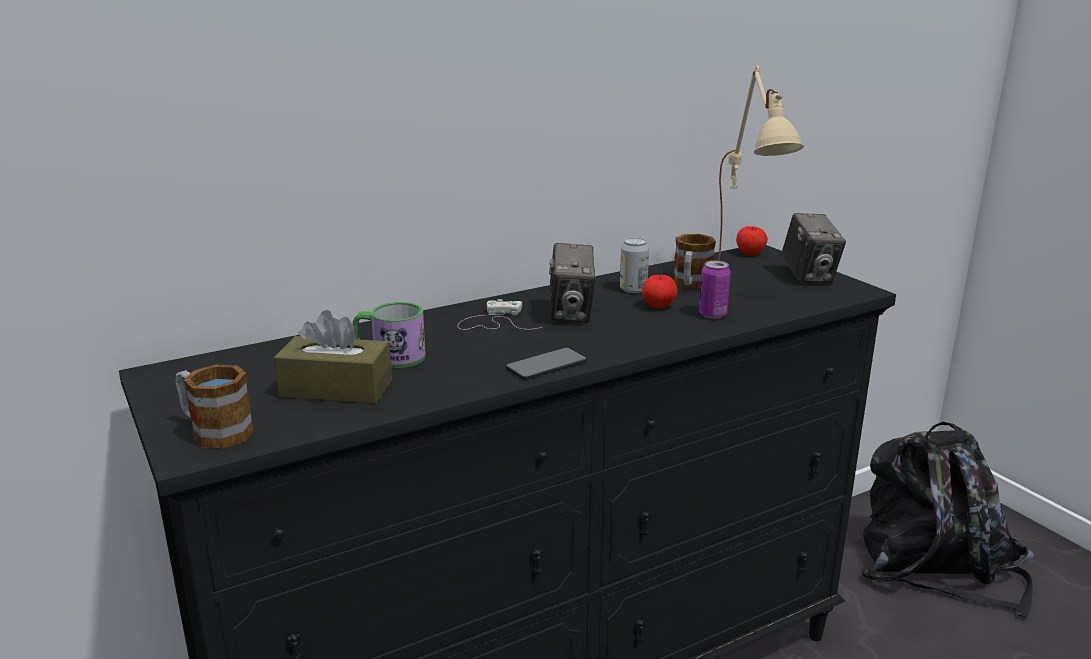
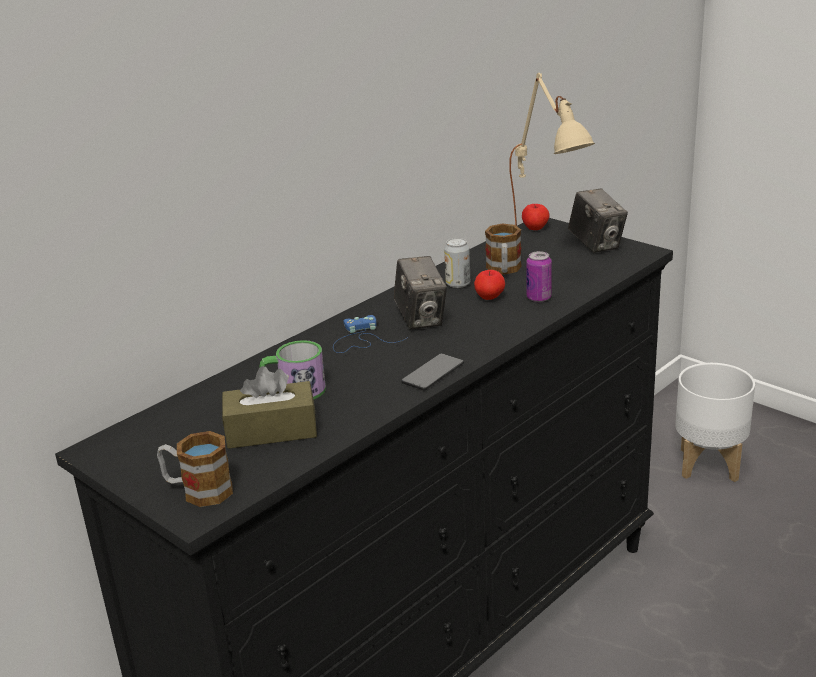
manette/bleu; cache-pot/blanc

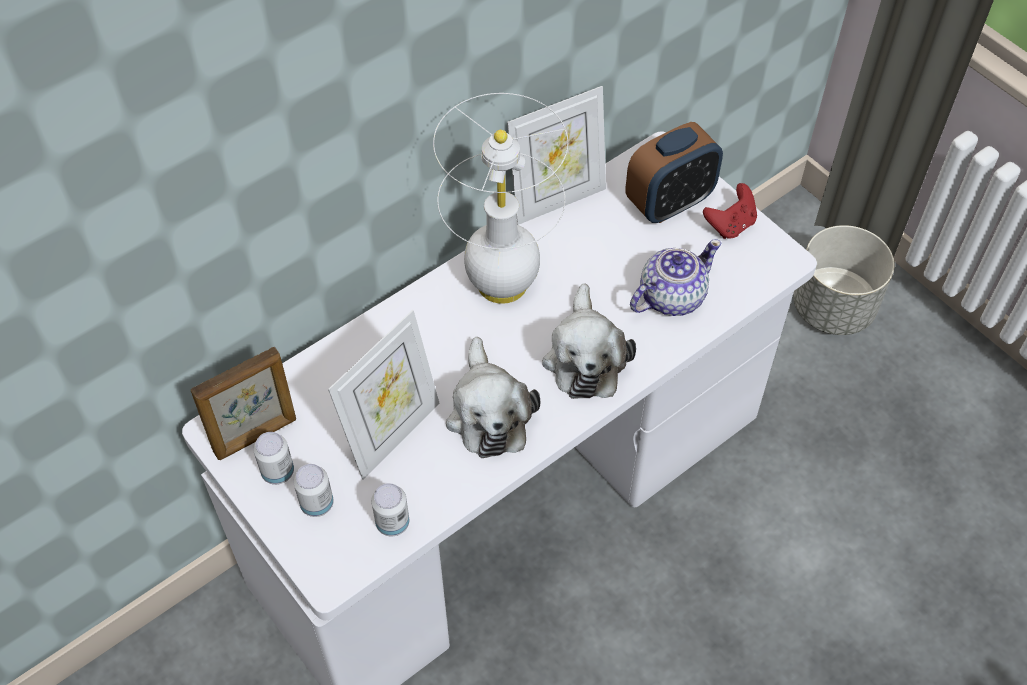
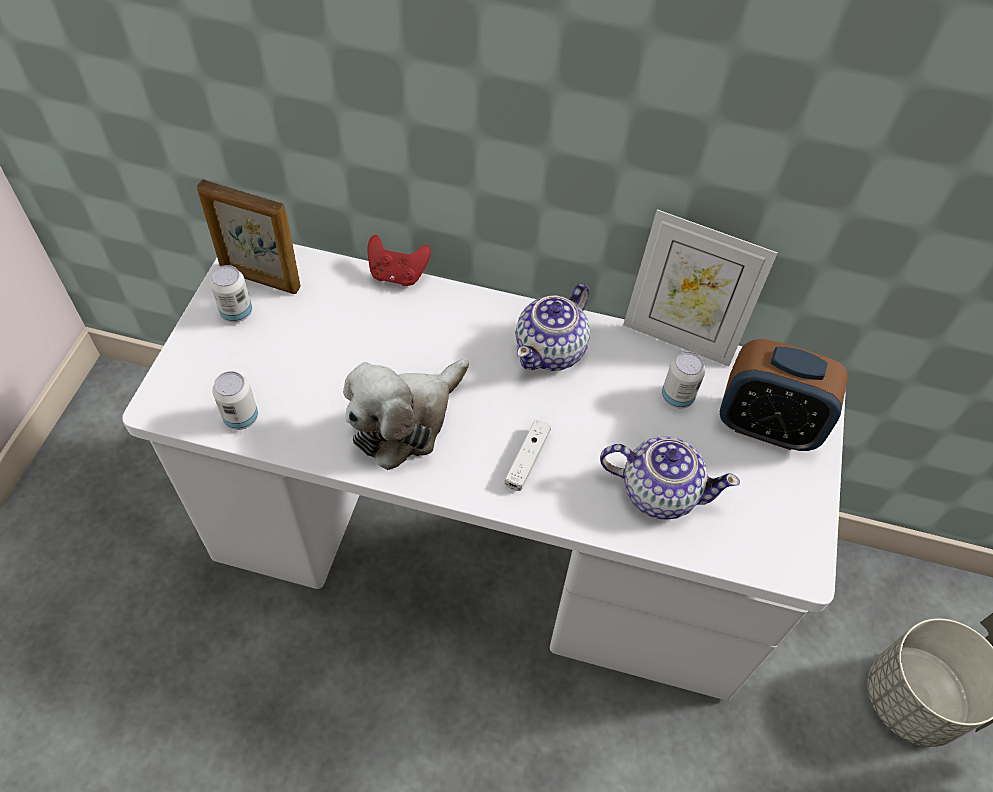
théière (1st from left); manette/rouge; manette/blanc; cadre photo (2nd from left in the first image); boîte métallique (3rd from left)

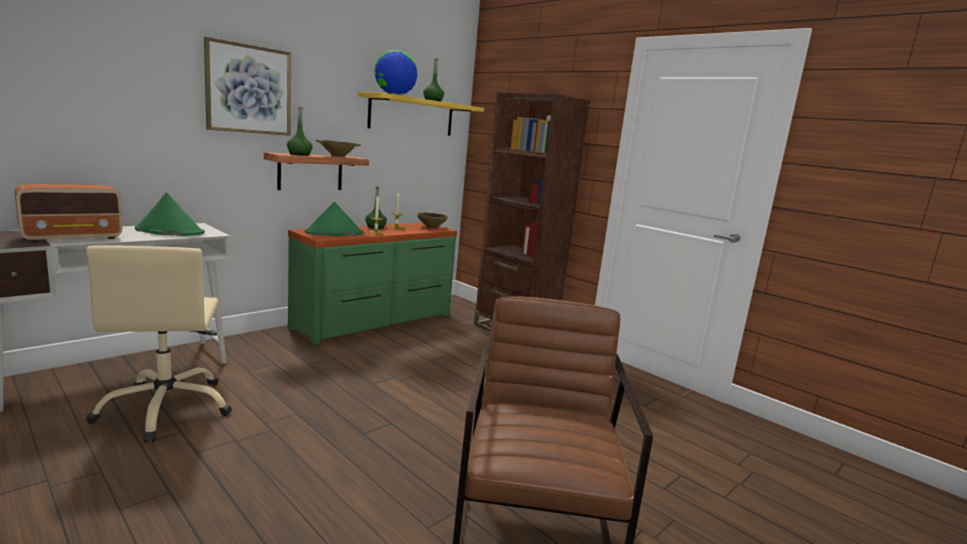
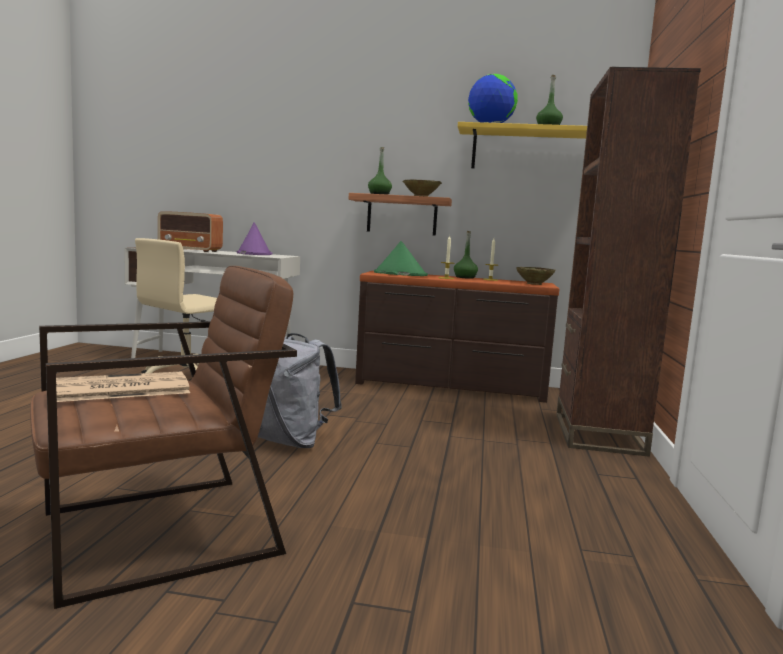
tableau; chapeau/violet; commode/marron; sac à dos/gris; journal

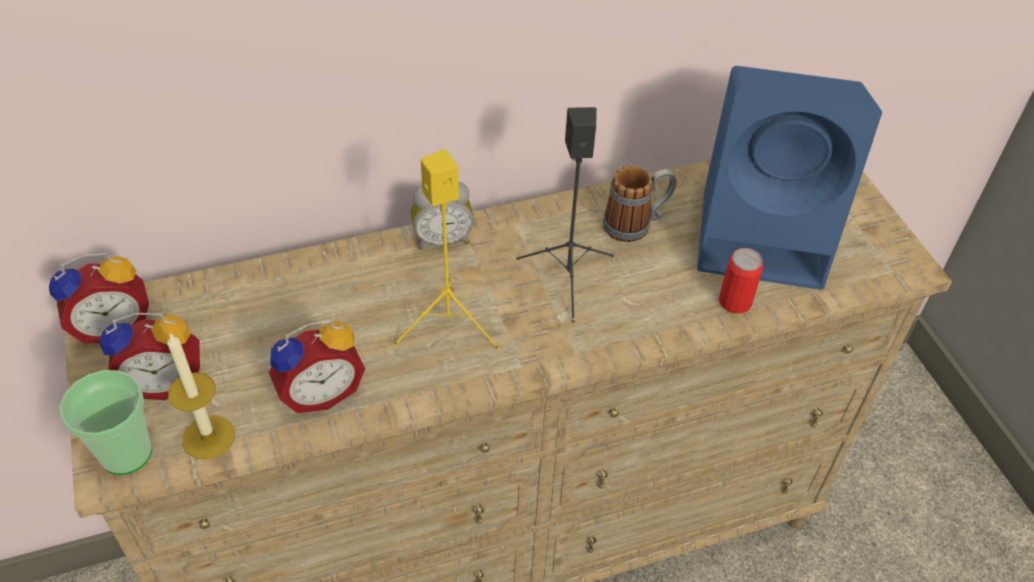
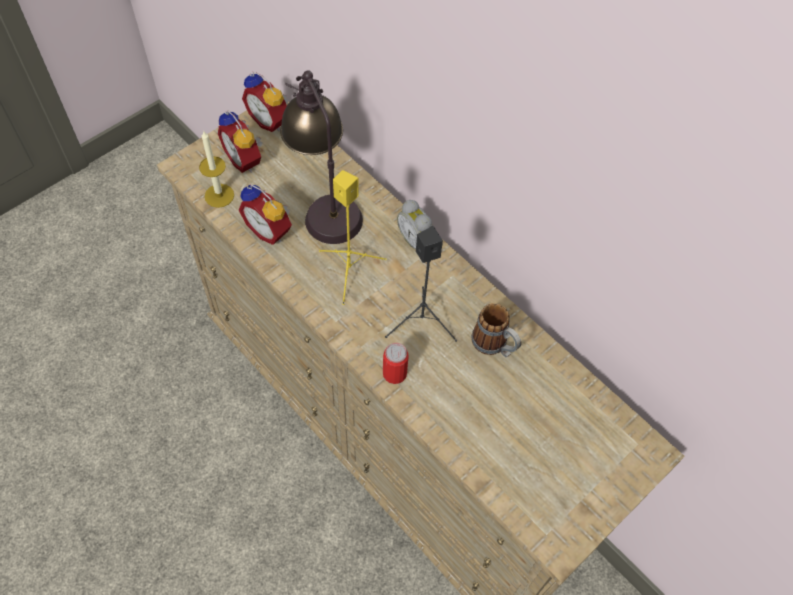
enceinte/bleu; boîte métallique; tasse; lampe de table

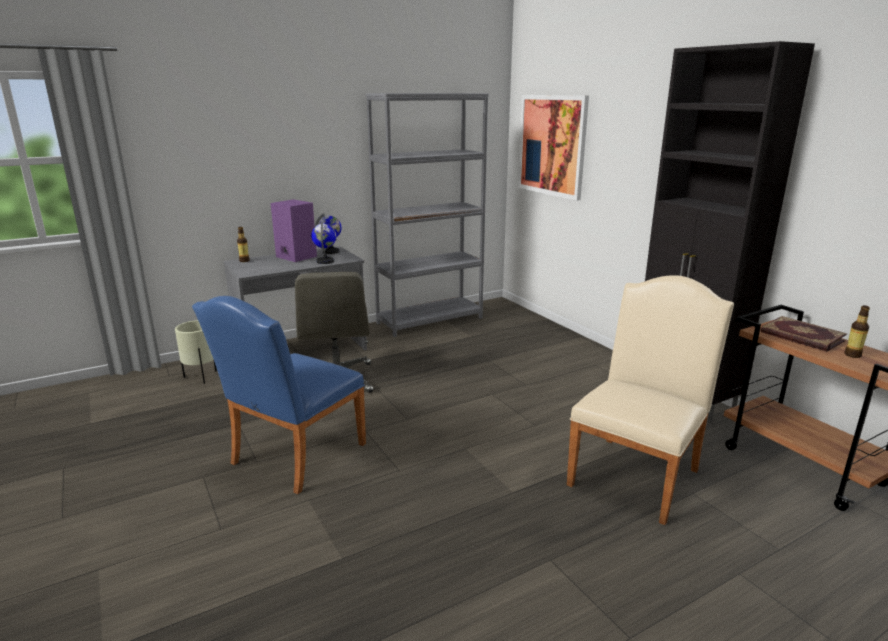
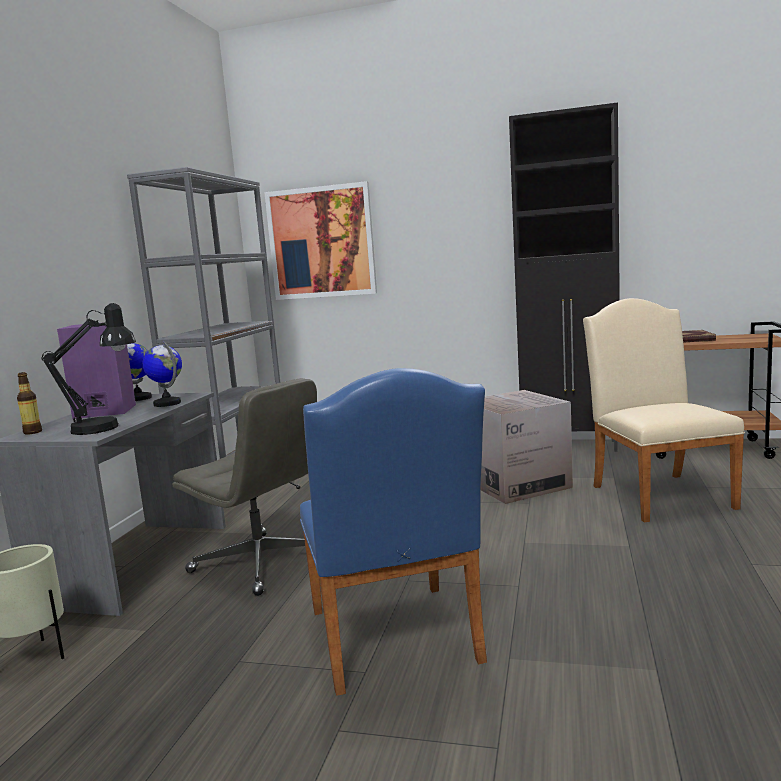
bouteille (2nd from left in the first image); lampe de table/noir; carton

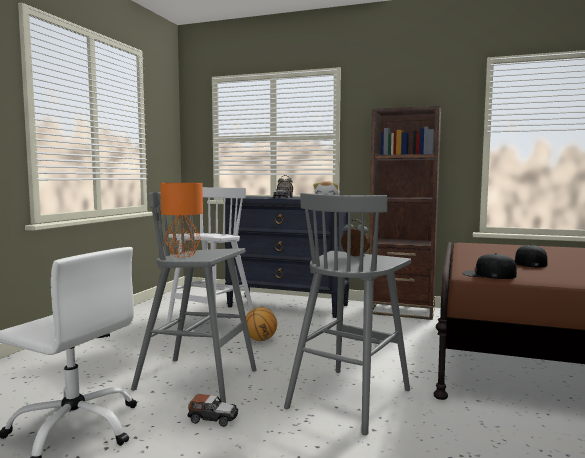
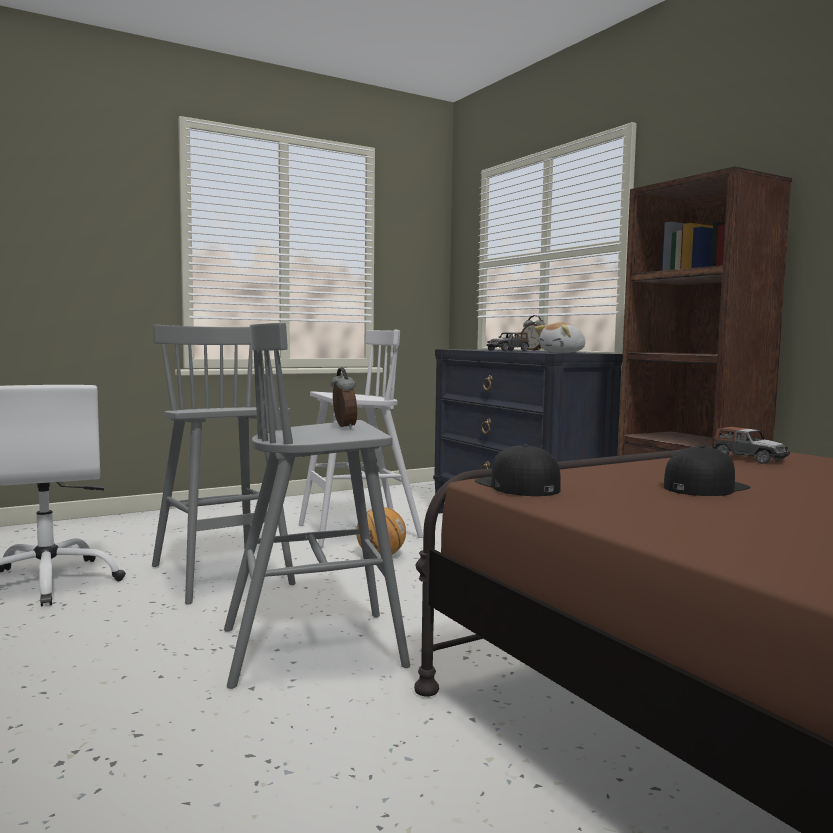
lampe de table/orange; petite voiture (2nd from left)

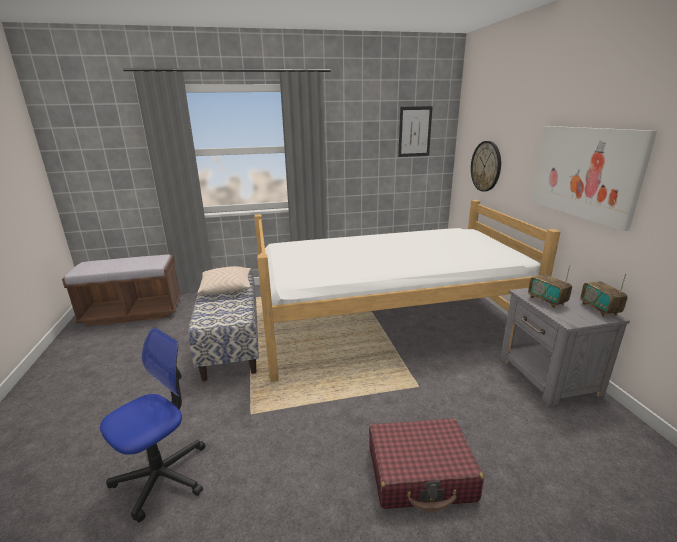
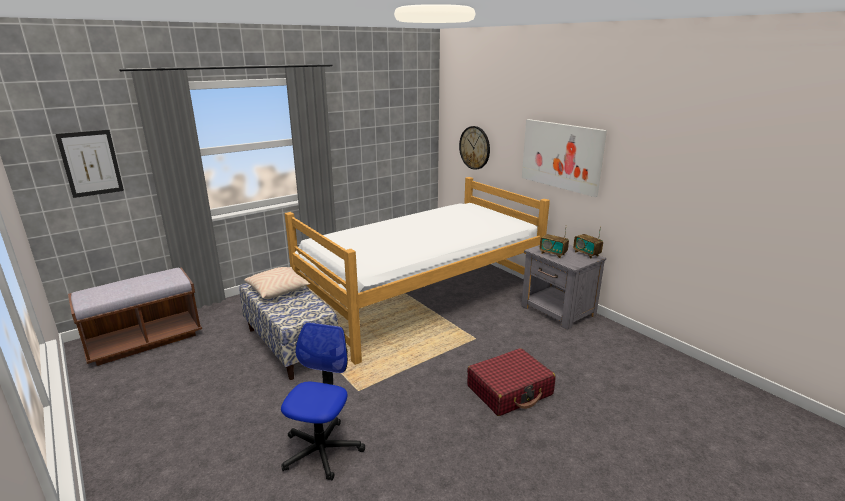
tableau (1st from left)

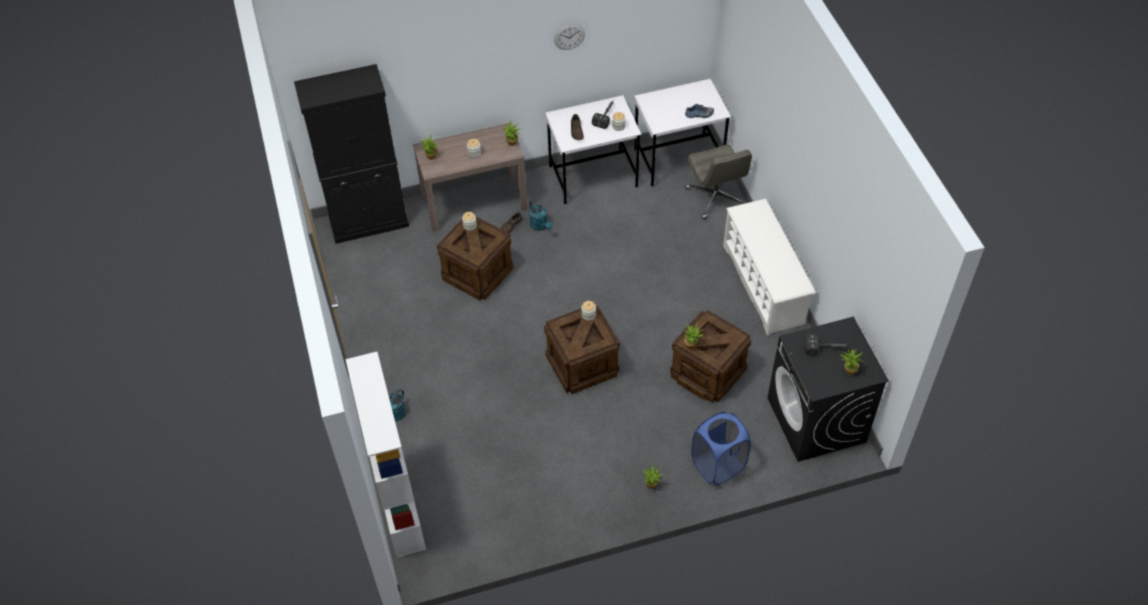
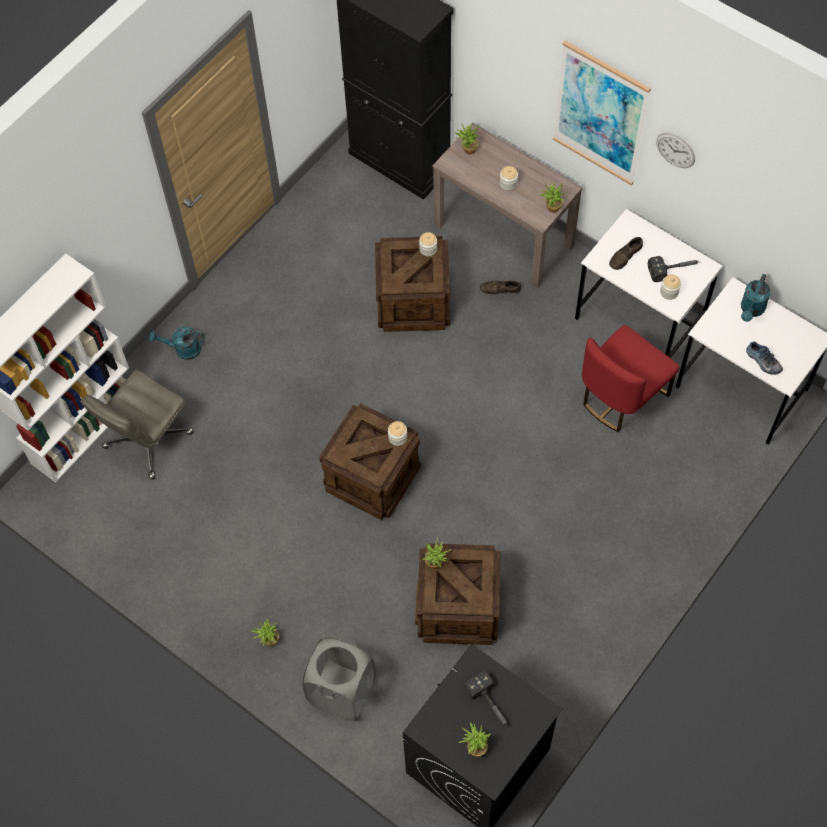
chaise de bureau/gris; étagère à chaussures/blanc; arrosoir/turquoise (2nd from left); panier à linge/gris; tableau; chaise/rouge

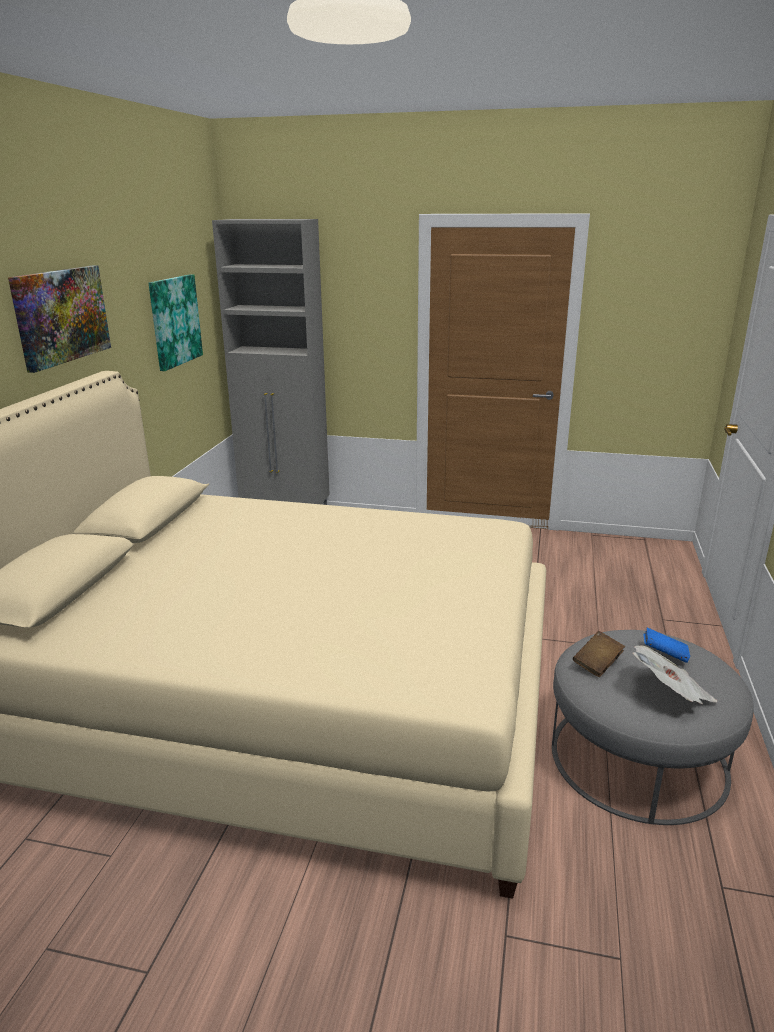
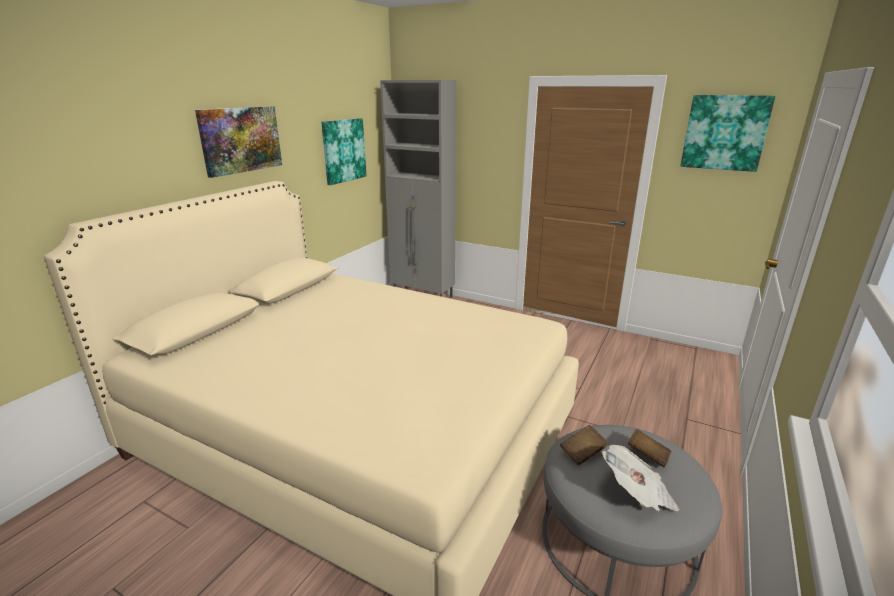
livre/marron (2nd from left); tableau (3rd from left)

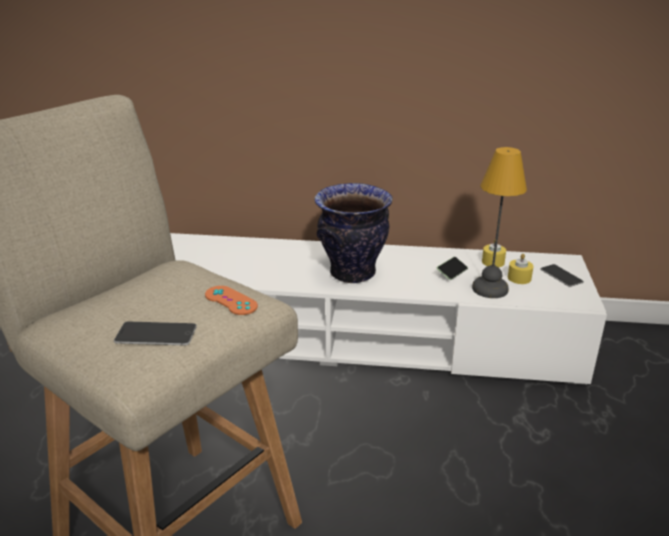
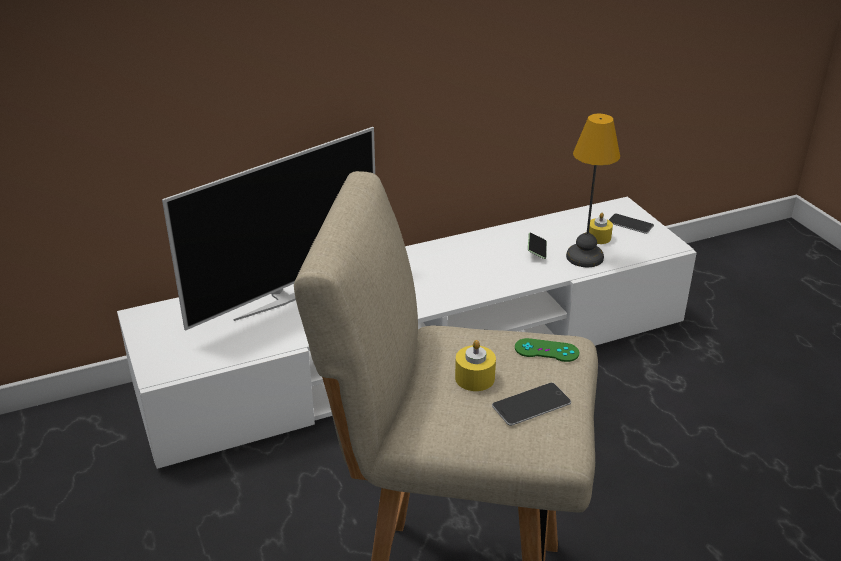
vase; bougie/jaune (1st from left); manette/vert; téléviseur

